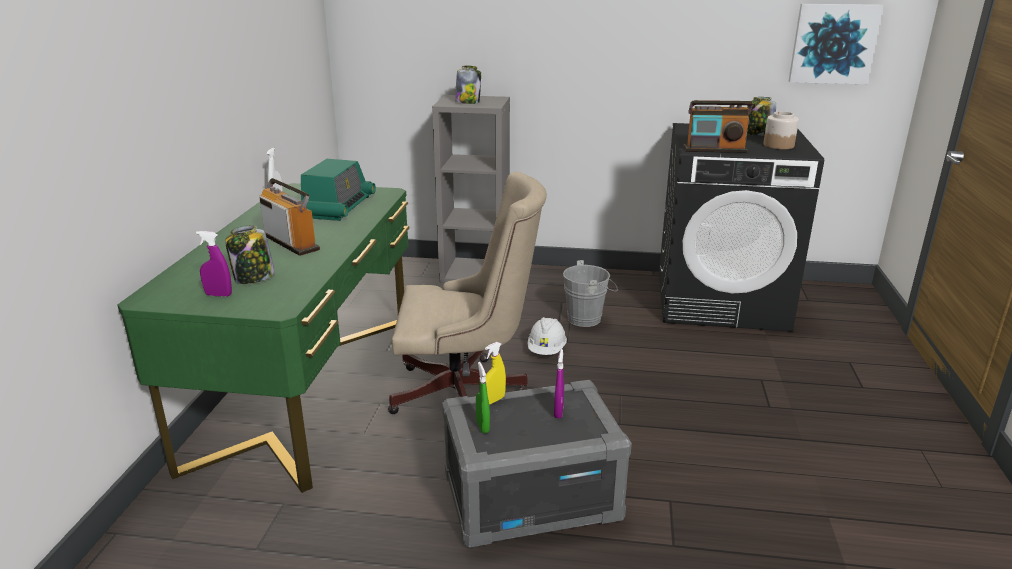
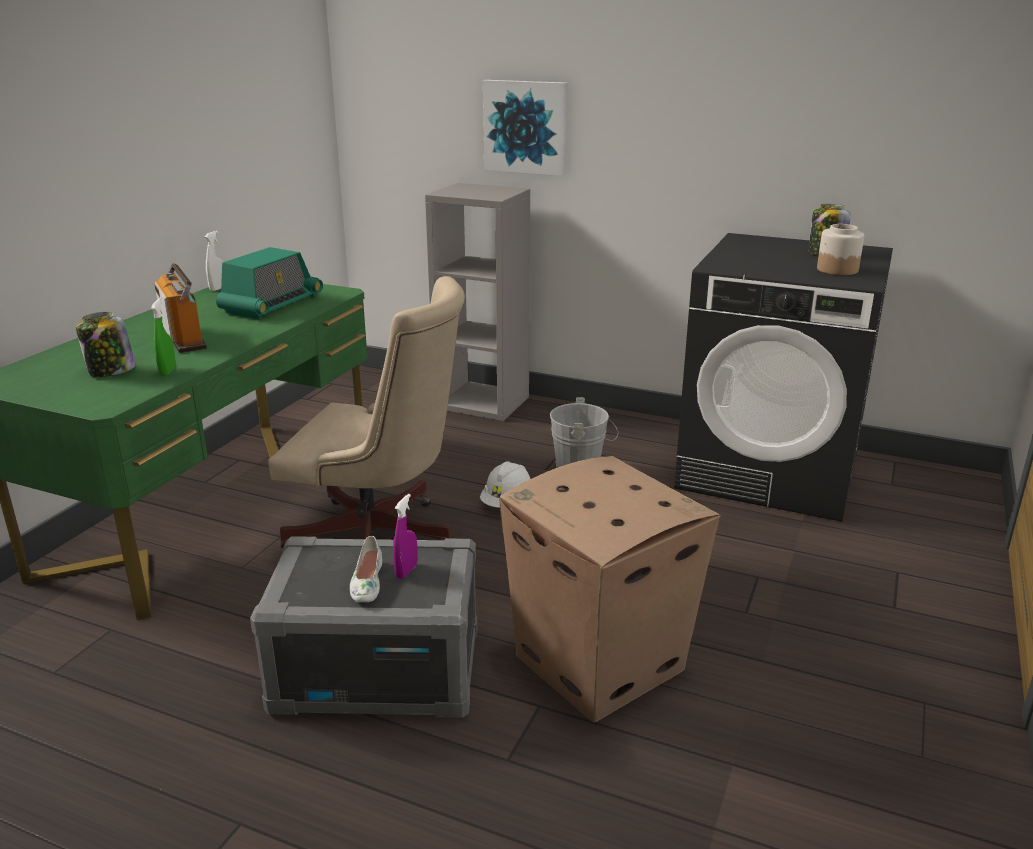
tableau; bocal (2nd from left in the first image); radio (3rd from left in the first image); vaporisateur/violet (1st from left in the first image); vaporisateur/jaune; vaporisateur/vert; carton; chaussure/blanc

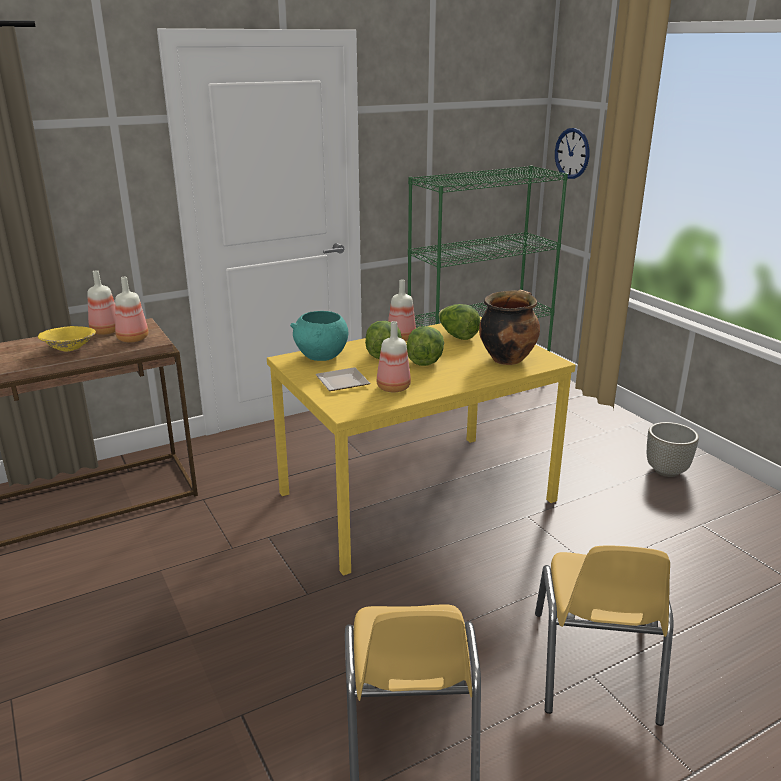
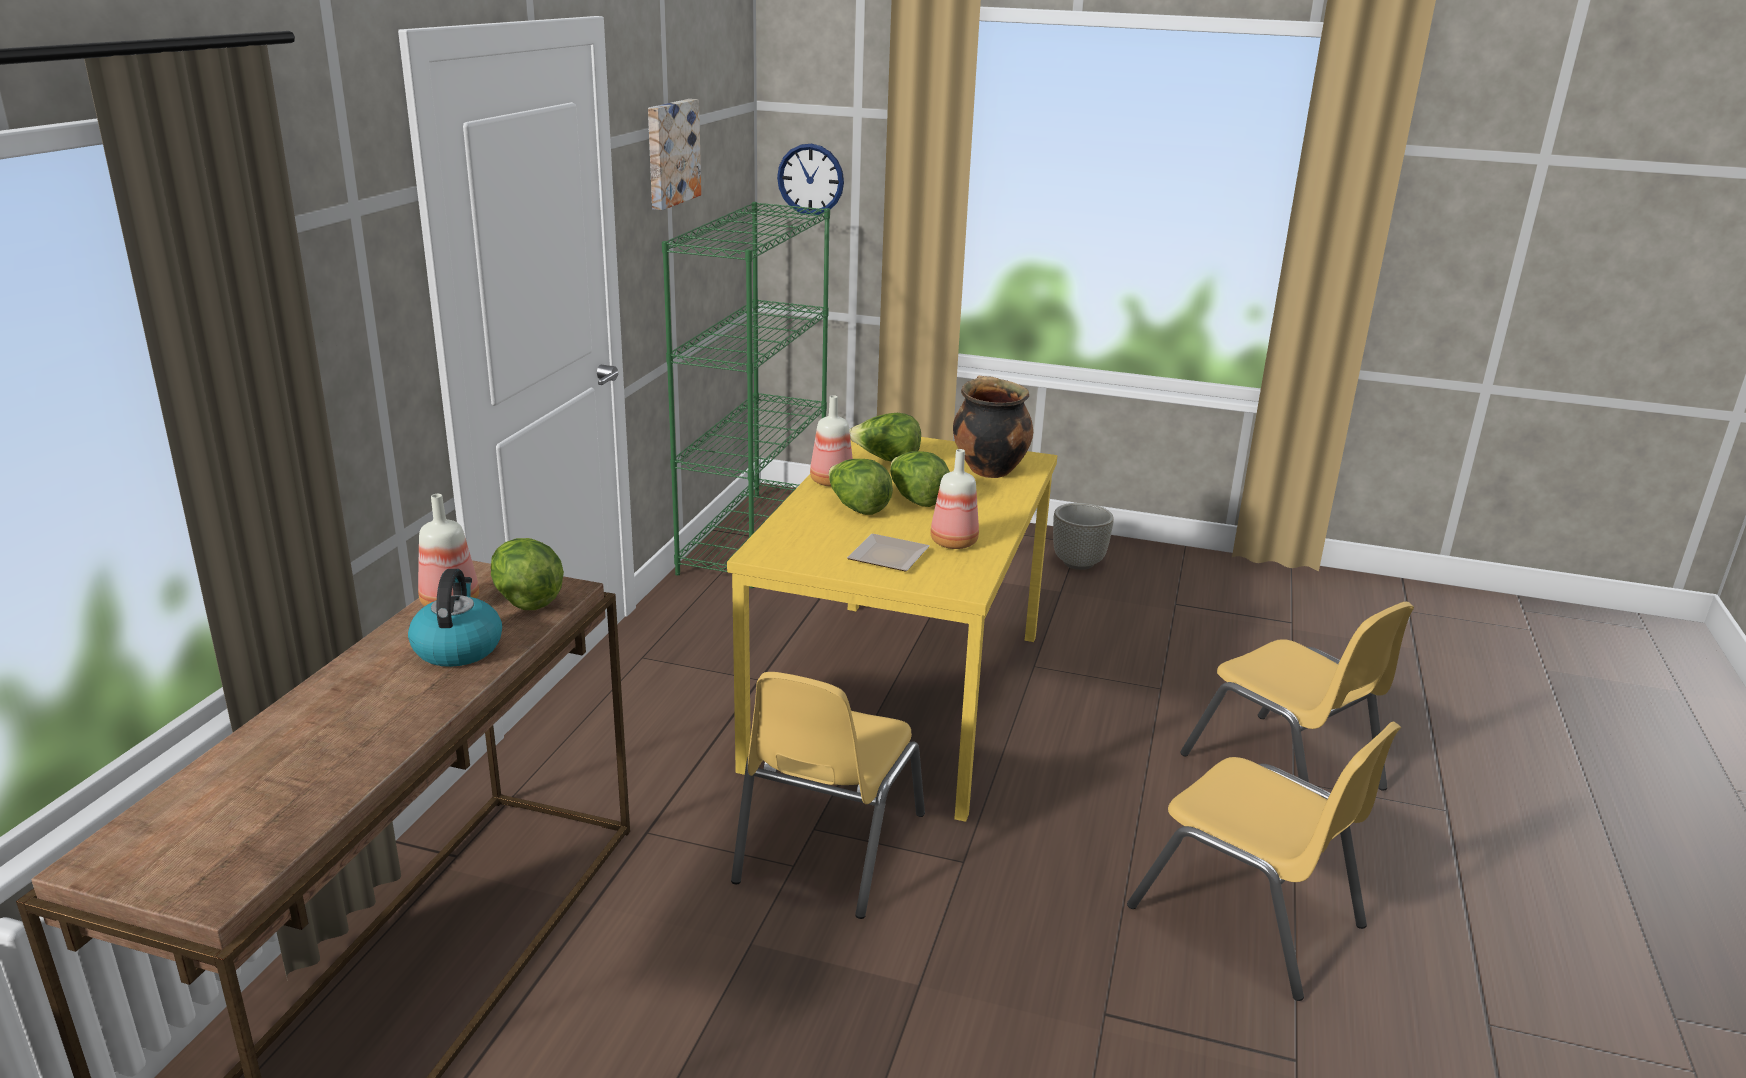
laitue (1st from left); bol/turquoise; bouilloire; tableau; chaise/jaune (1st from left)

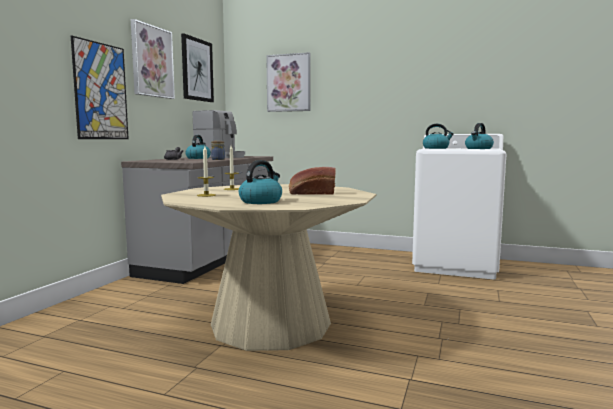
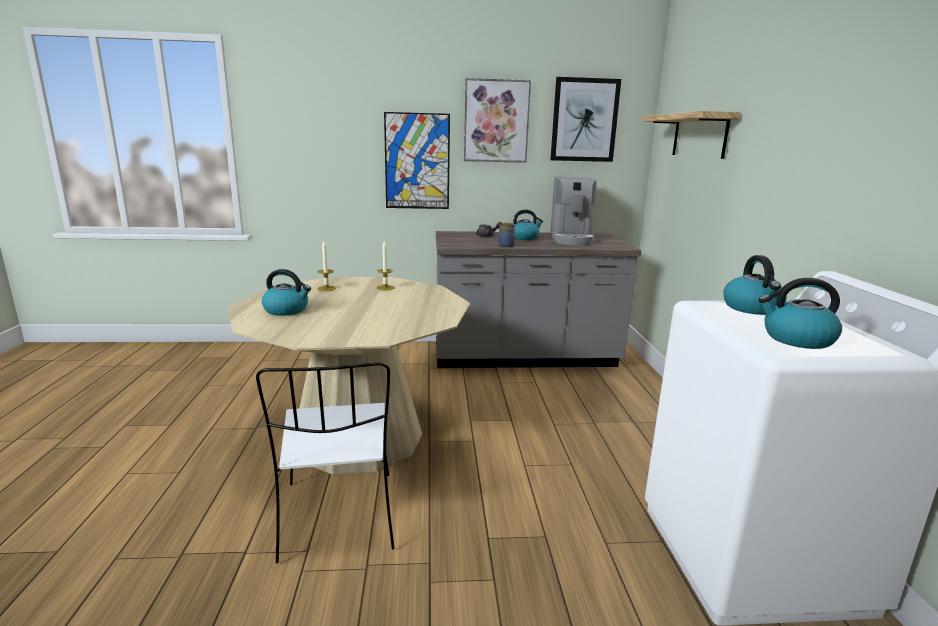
étagère; pain; chaise/blanc

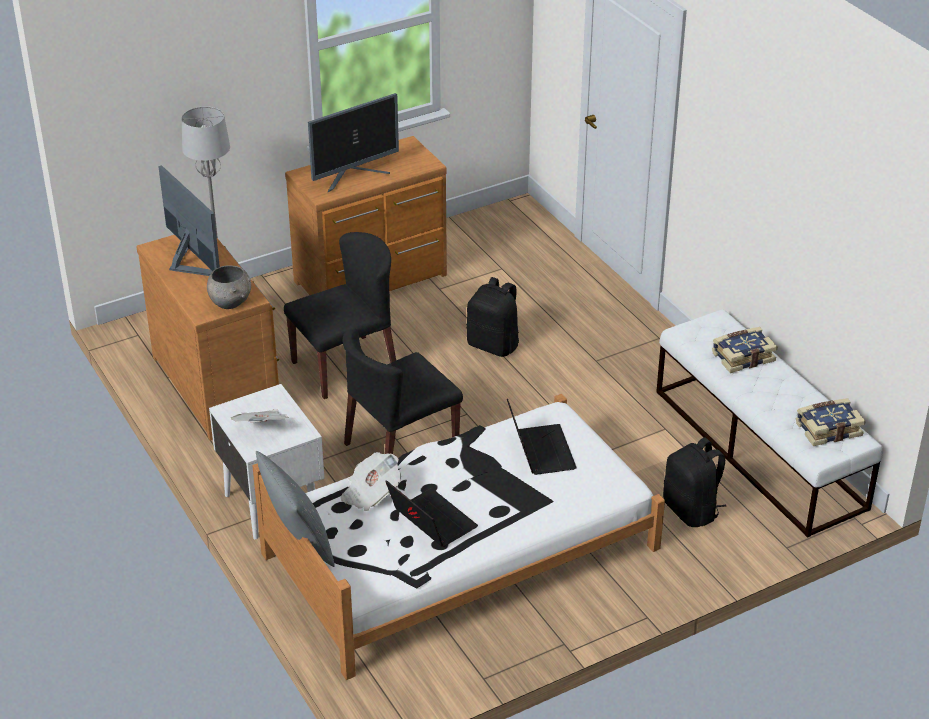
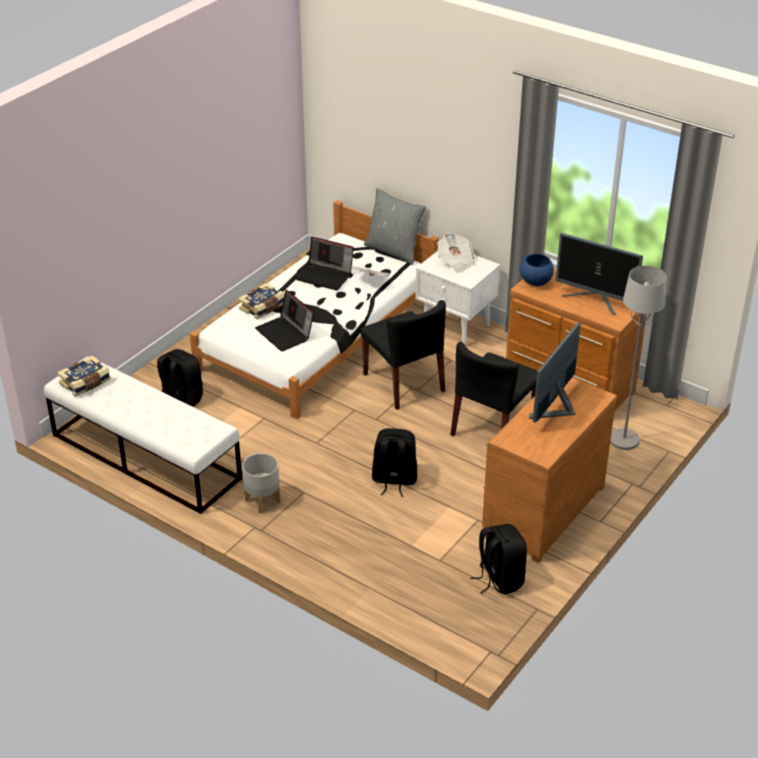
bol/bleu; livre (2nd from left); chaise/noir (1st from left); cache-pot/gris; sac à dos/noir (3rd from left)

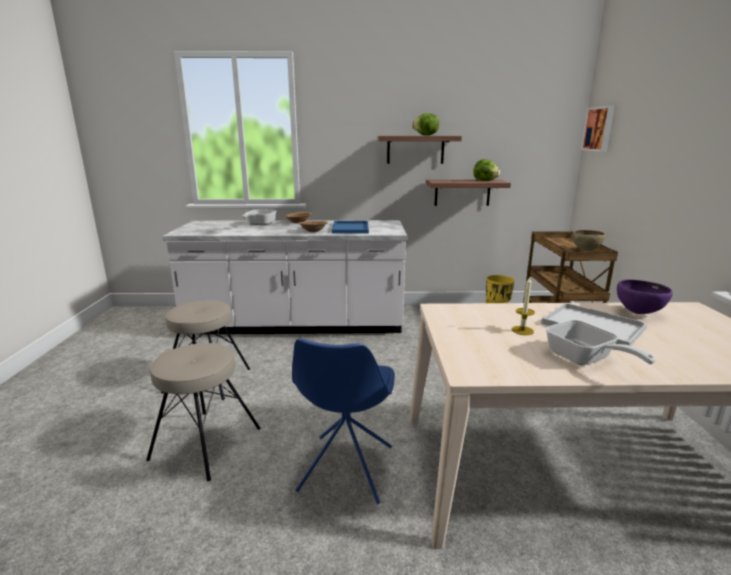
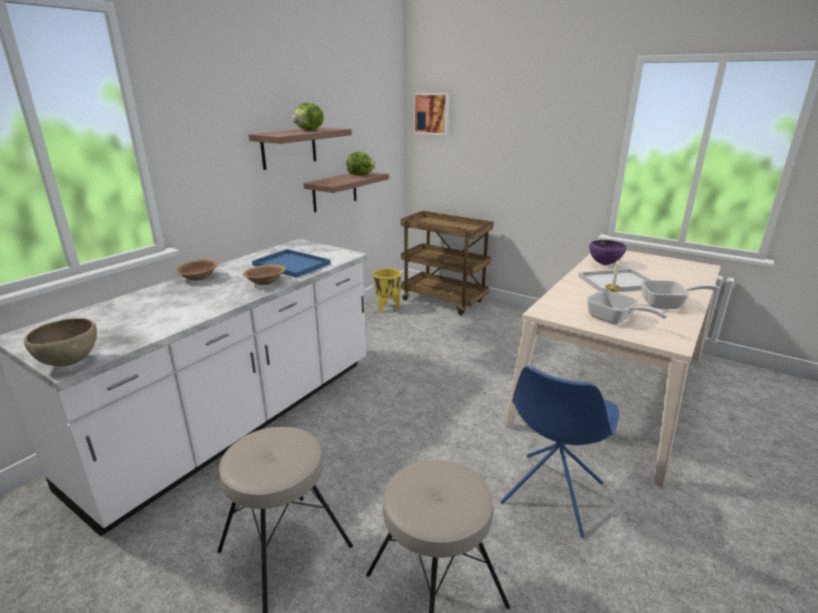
poêle (1st from left); bol/marron (1st from left); chaise/bleu

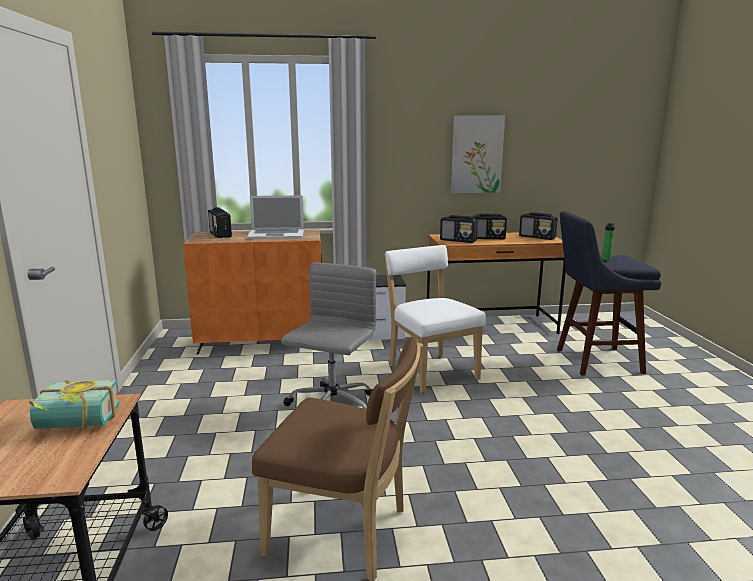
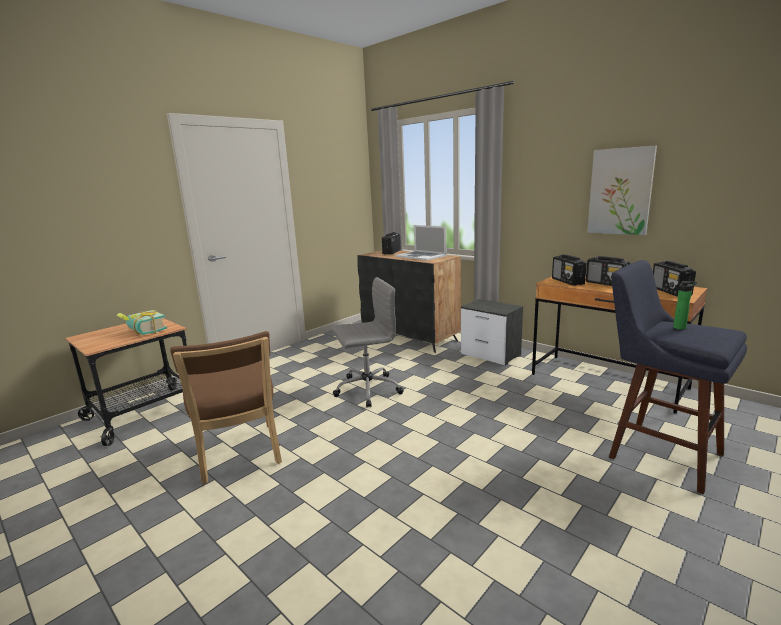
meuble de rangement/noir; chaise/blanc

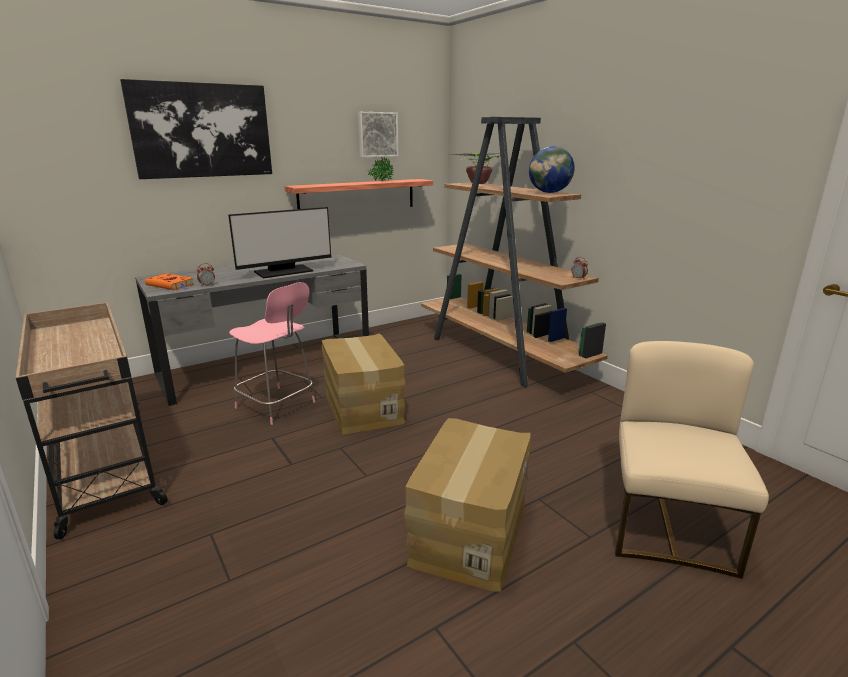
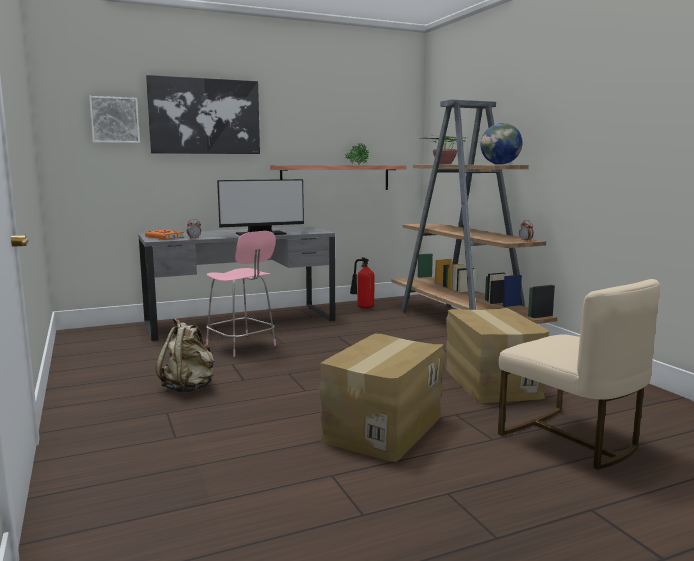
tableau (1st from left); chariot/beige; carton (2nd from left); chaise/beige; extincteur; sac à dos/beige

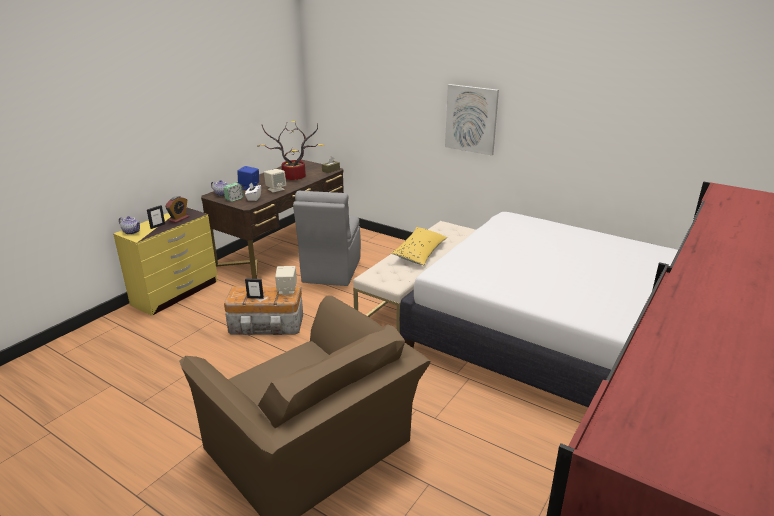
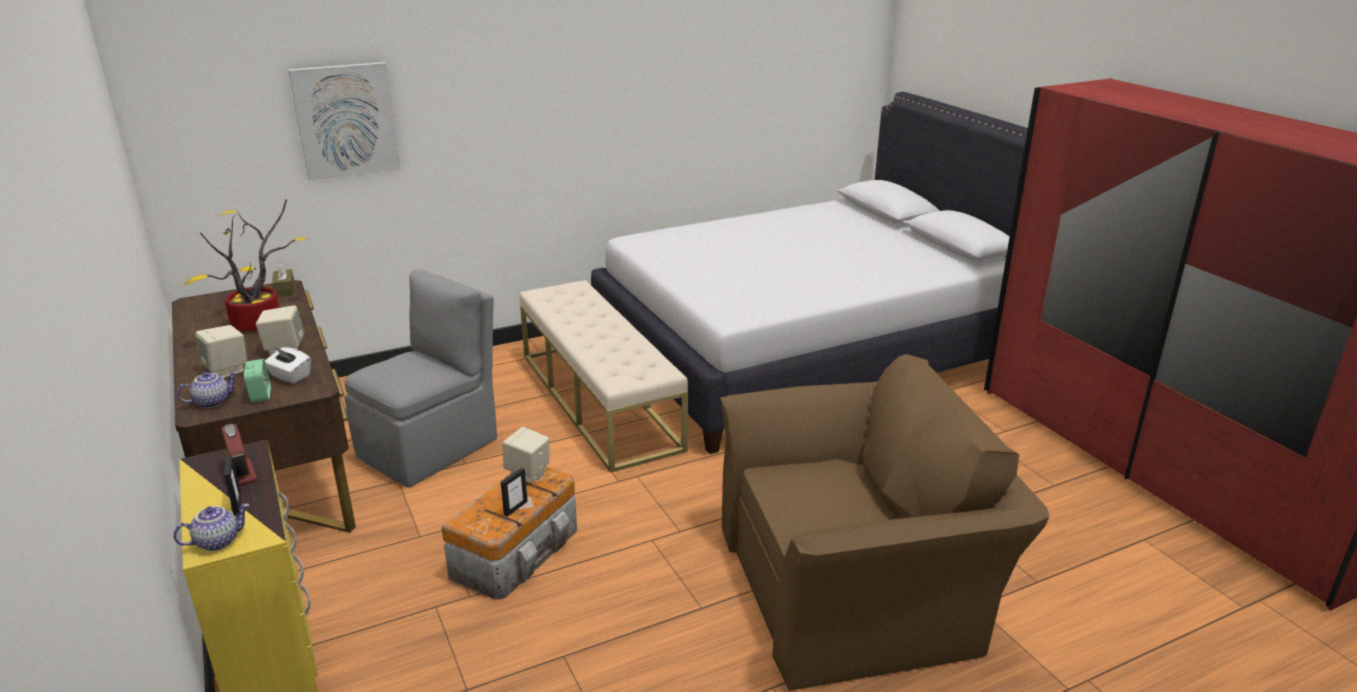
tableau; enceinte/beige (1st from left); chaise/gris; coussin/jaune

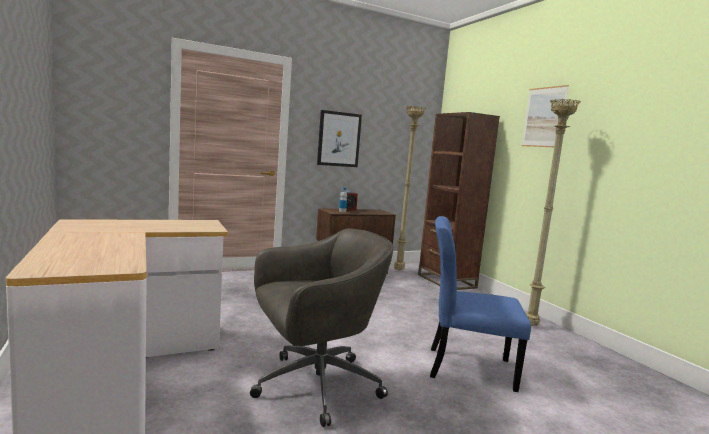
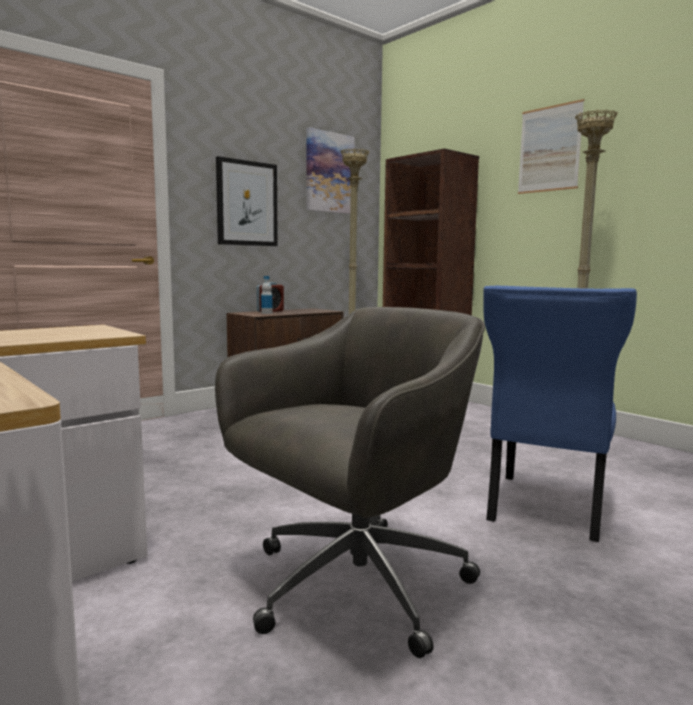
chaise/bleu; tableau (2nd from left)

